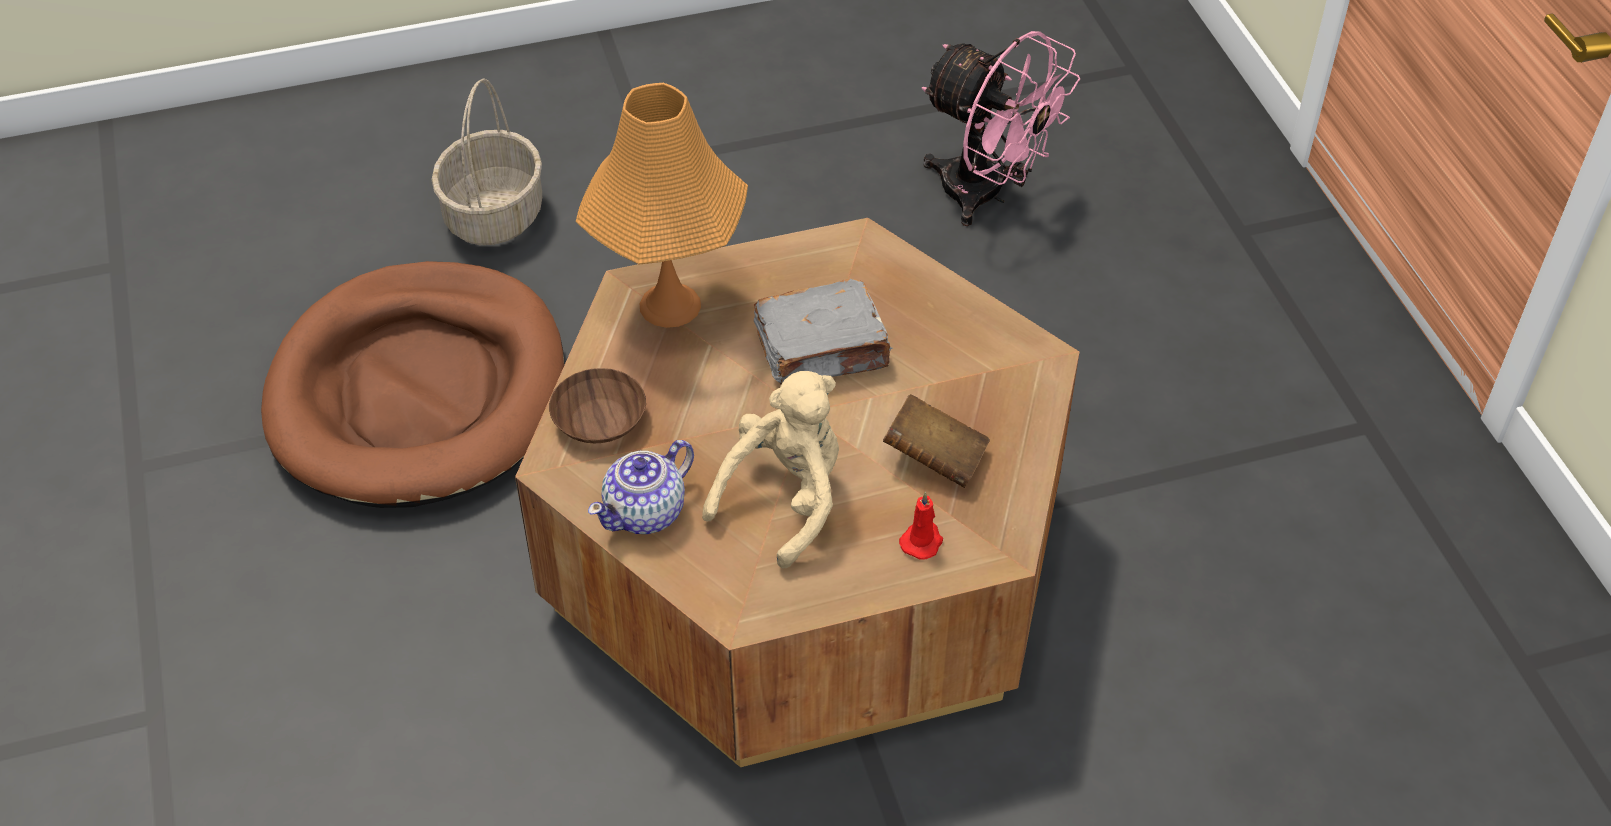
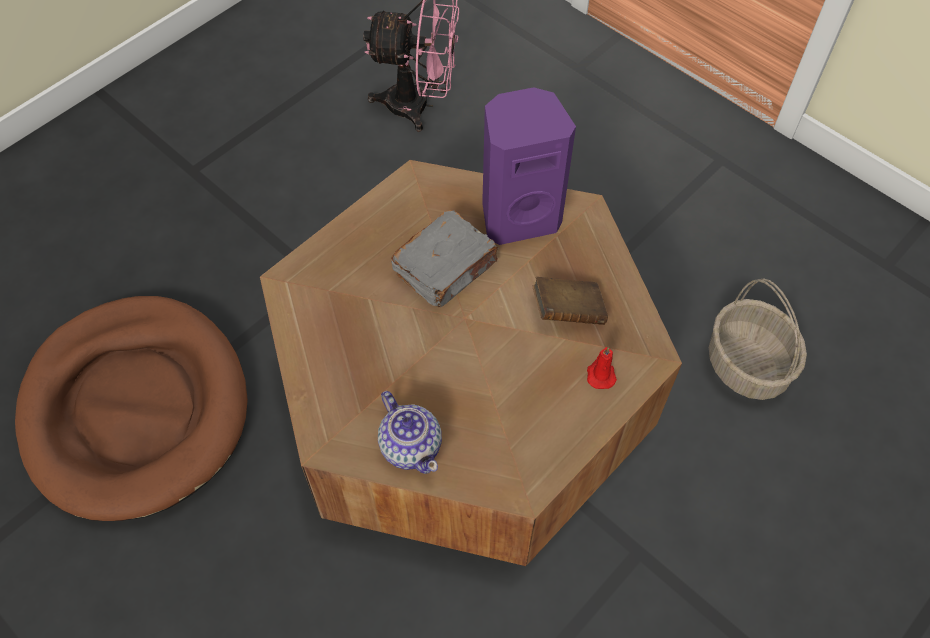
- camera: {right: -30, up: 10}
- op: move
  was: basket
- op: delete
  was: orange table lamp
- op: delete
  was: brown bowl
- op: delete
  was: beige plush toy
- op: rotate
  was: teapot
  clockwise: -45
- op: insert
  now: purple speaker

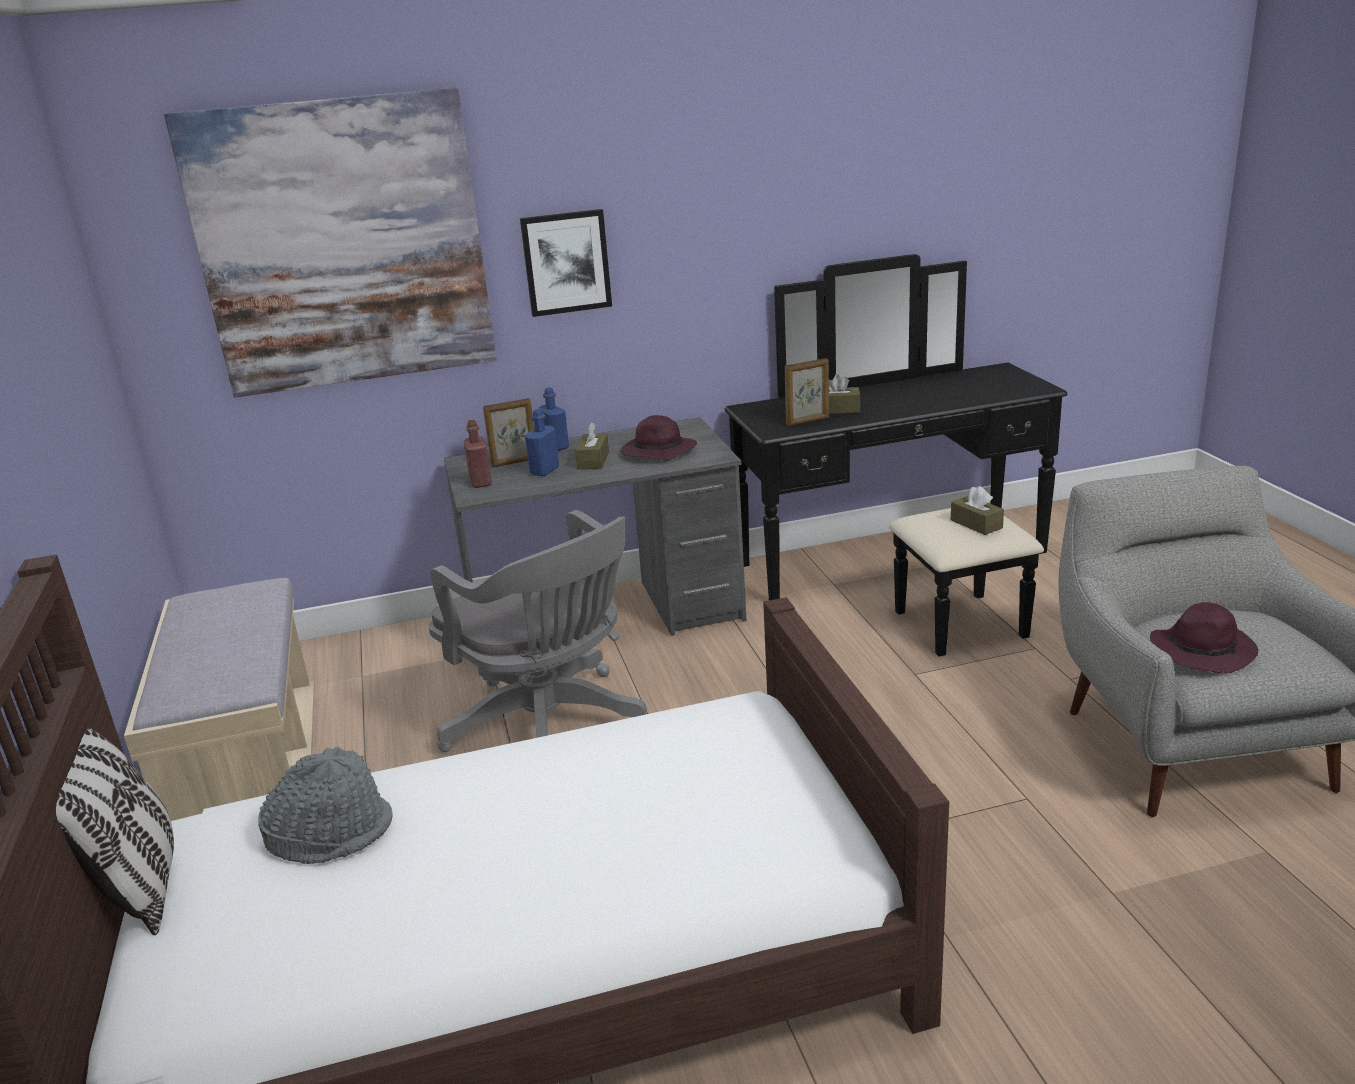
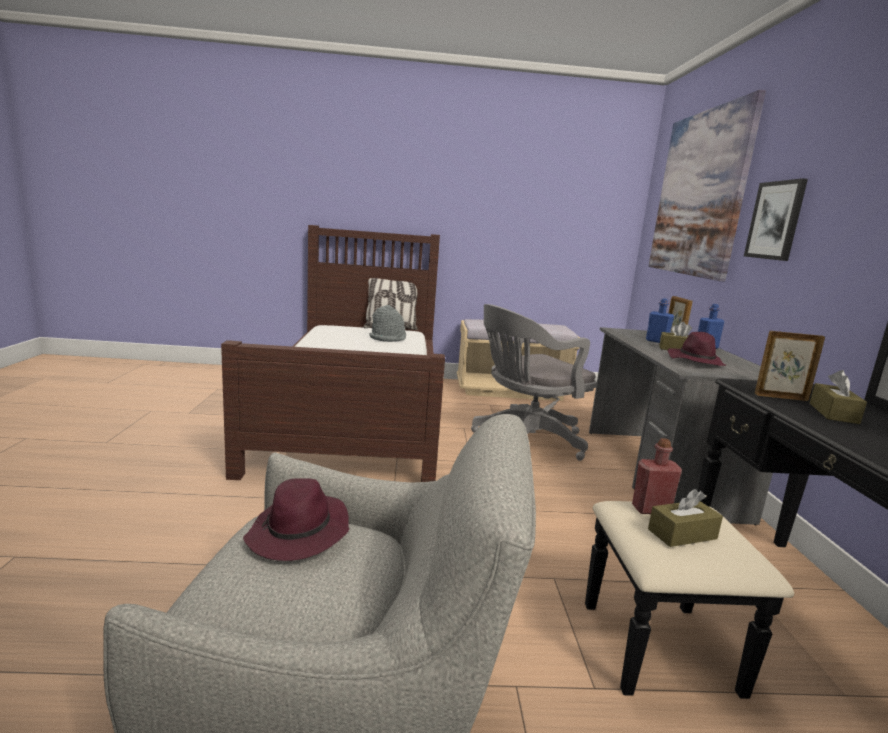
- camera: {right: 100, up: -10}
- op: rotate
  was: picture frame (2nd from left)
  clockwise: 105
- op: move
  was: red bottle

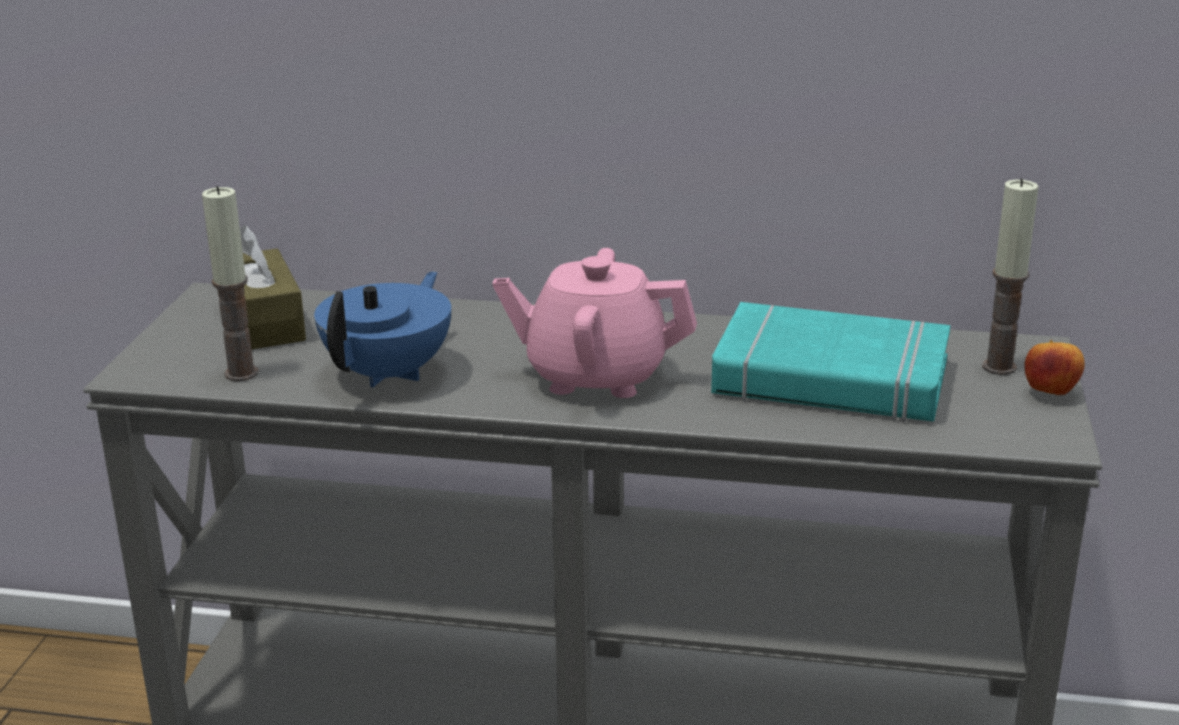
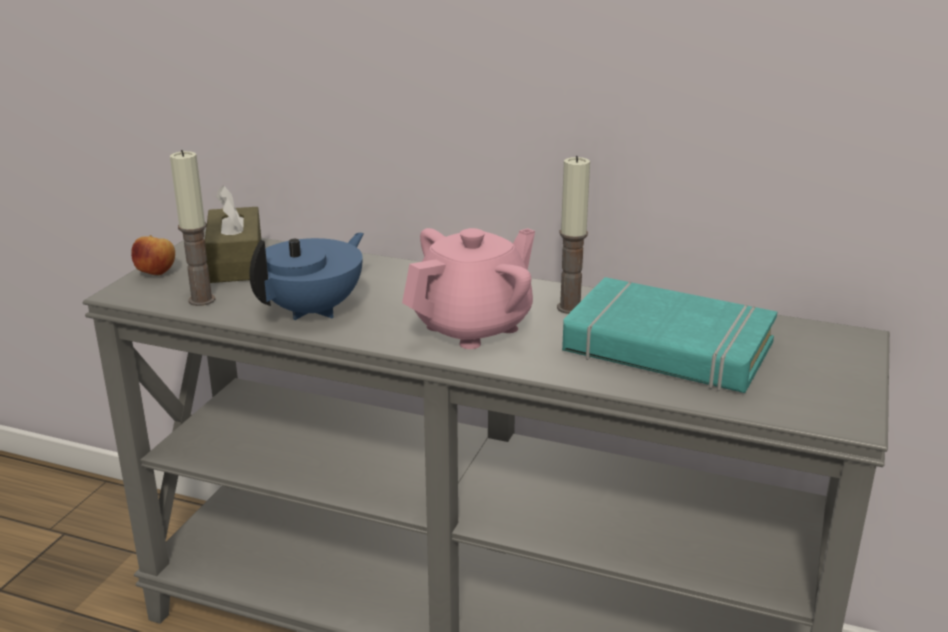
- camera: {right: 10, up: 0}
- op: move
  was: candle (2nd from left)
- op: rotate
  was: pink teapot
  clockwise: 120
- op: move
  was: apple

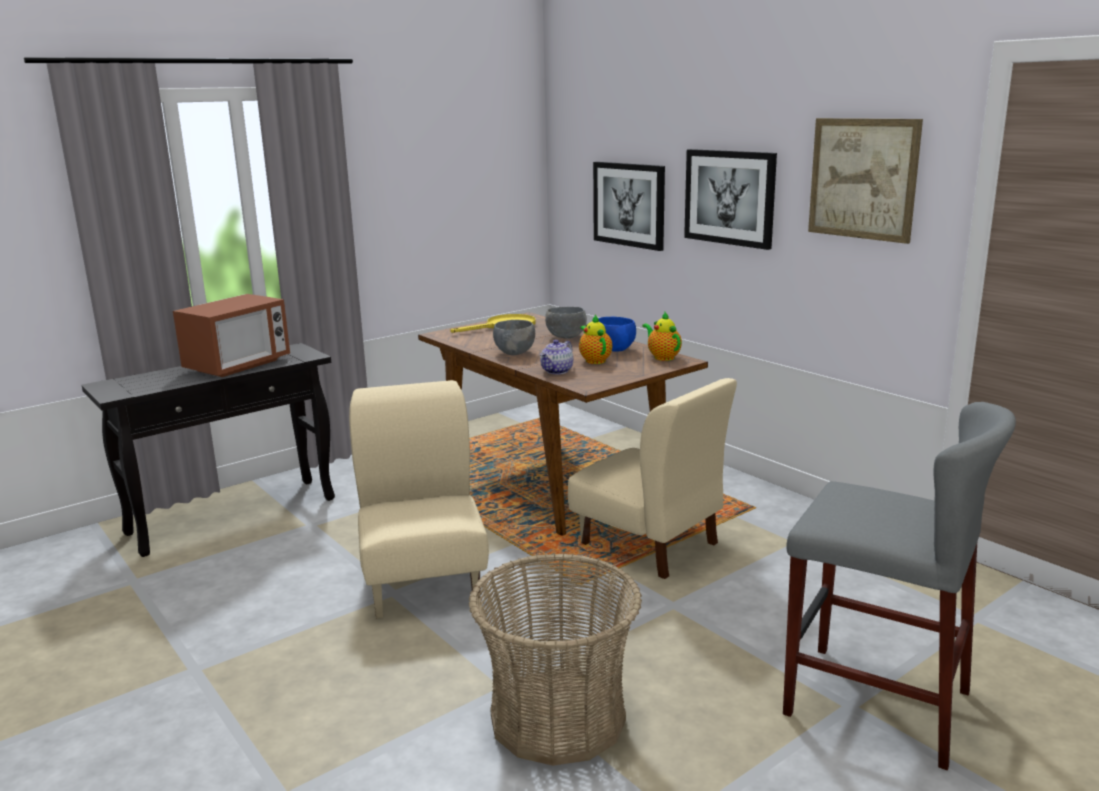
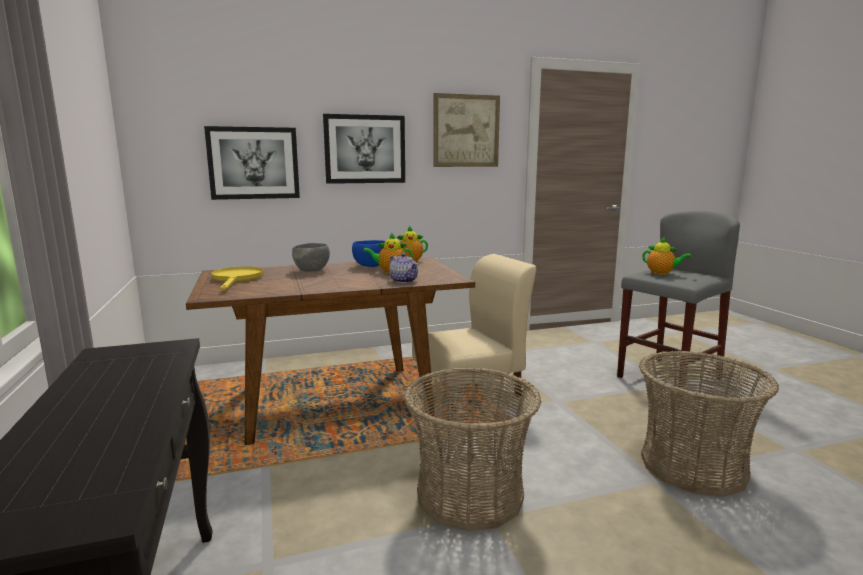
- camera: {right: -70, up: -5}
- op: delete
  was: microwave
- op: delete
  was: grey bowl (1st from left)
- op: replace
  was: beige chair (1st from left)
  now: basket (1st from left)
- op: insert
  now: teapot (4th from left)

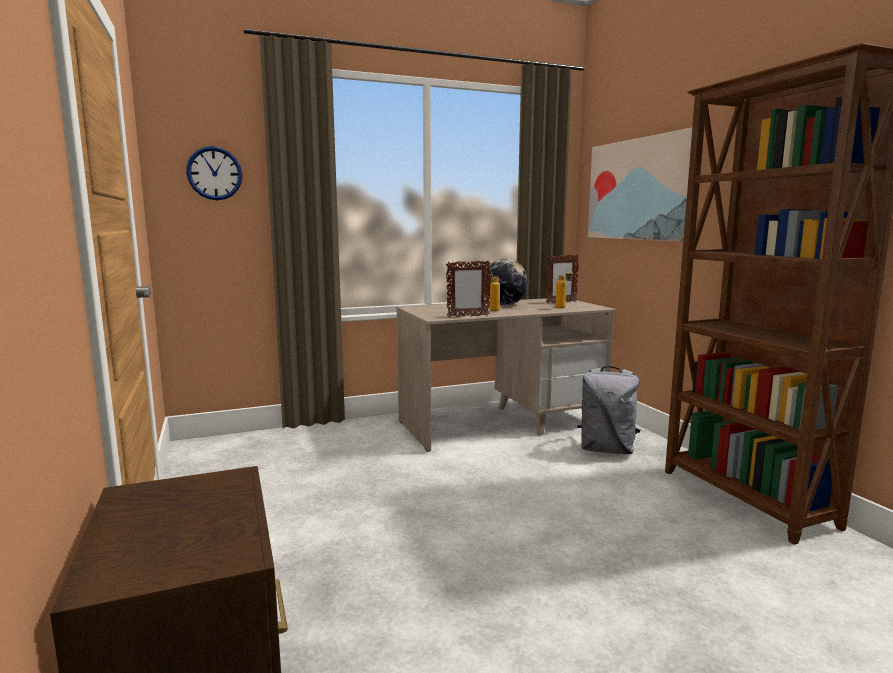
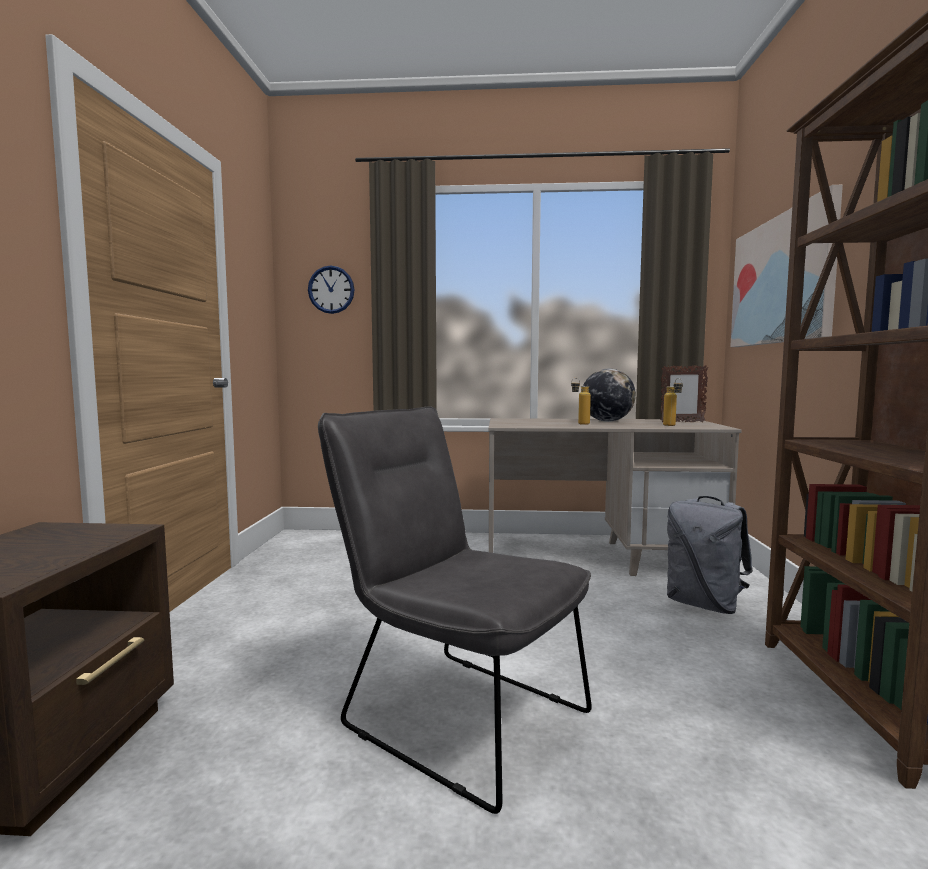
- camera: {right: 25, up: -5}
- op: delete
  was: picture frame (1st from left)
- op: insert
  now: grey chair

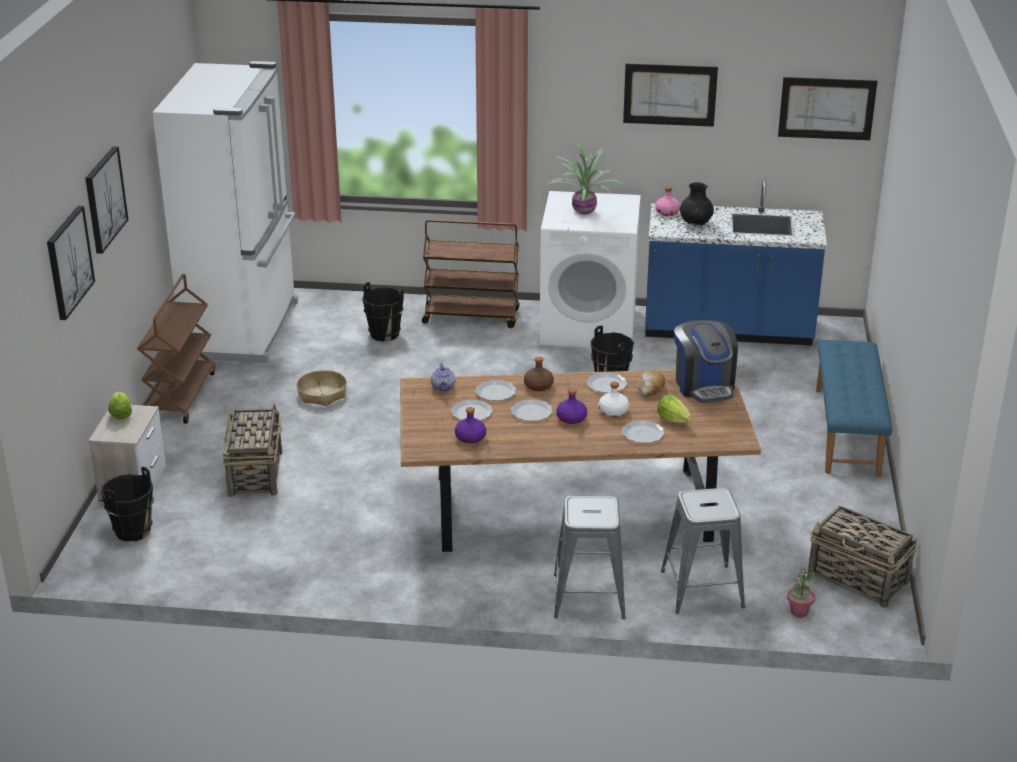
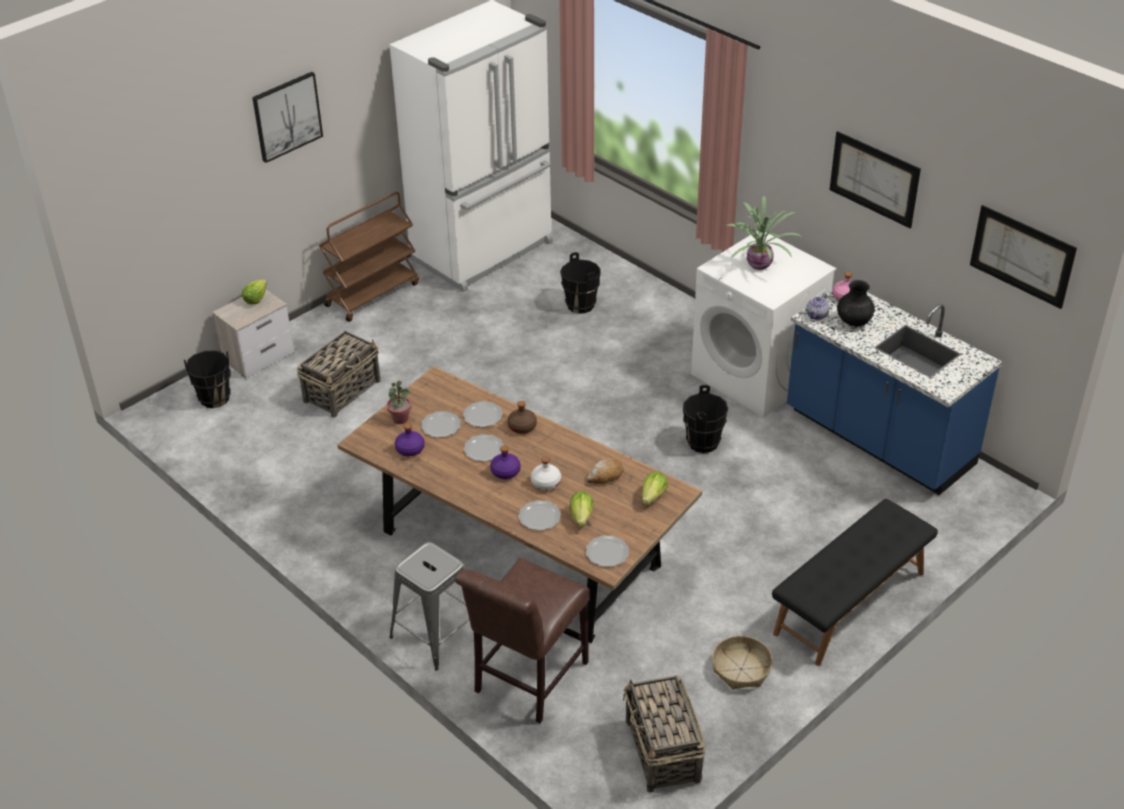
- camera: {right: 40, up: 10}
- op: delete
  was: picture (1st from left)
- op: delete
  was: brown cart (2nd from left)
- op: replace
  was: coffee machine
  now: lettuce (3rd from left)
- op: recolor
  was: blue bench
  now: black bench
- op: move
  was: teapot
- op: move
  was: basket (2nd from left in the first image)
  now: basket (3rd from left)
- op: move
  was: plate (4th from left in the first image)
  now: plate (5th from left)
- op: replace
  was: grey stool (2nd from left)
  now: brown chair
- op: move
  was: potted plant (2nd from left in the first image)
  now: potted plant (1st from left)

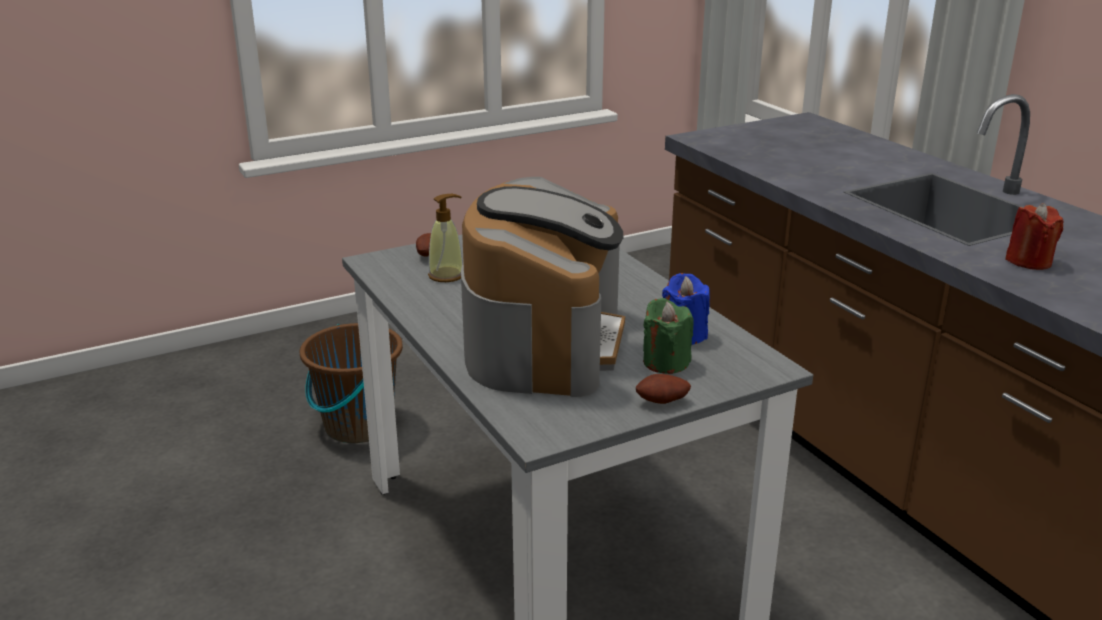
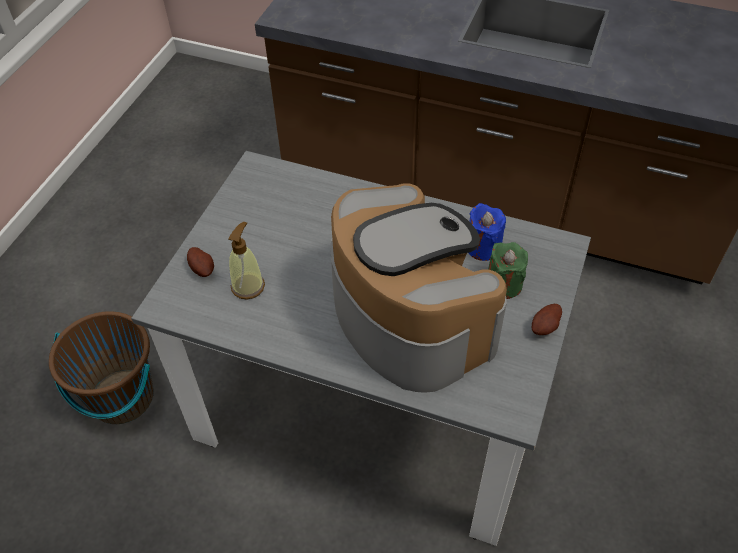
- camera: {right: -40, up: 25}
- op: delete
  was: red candle

